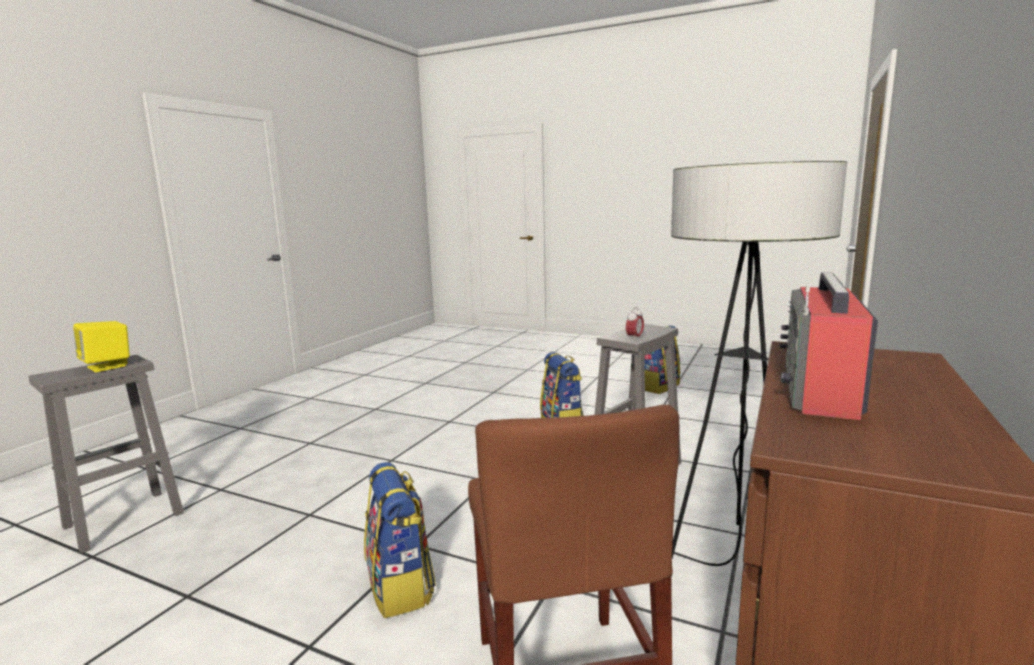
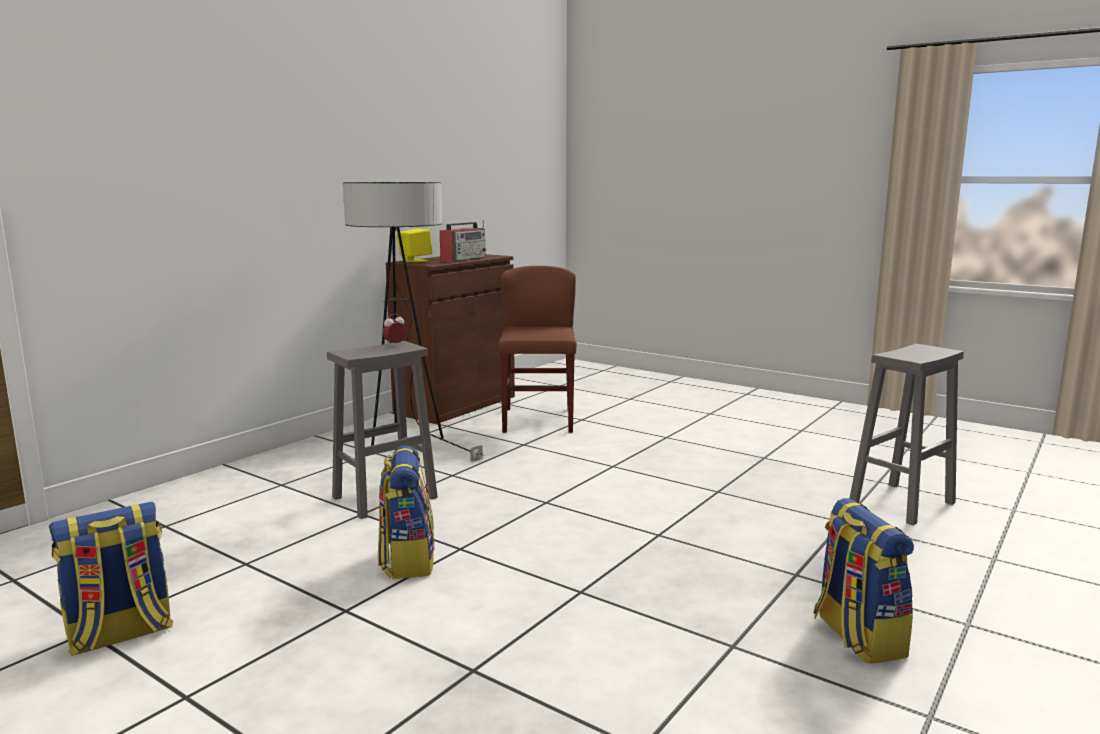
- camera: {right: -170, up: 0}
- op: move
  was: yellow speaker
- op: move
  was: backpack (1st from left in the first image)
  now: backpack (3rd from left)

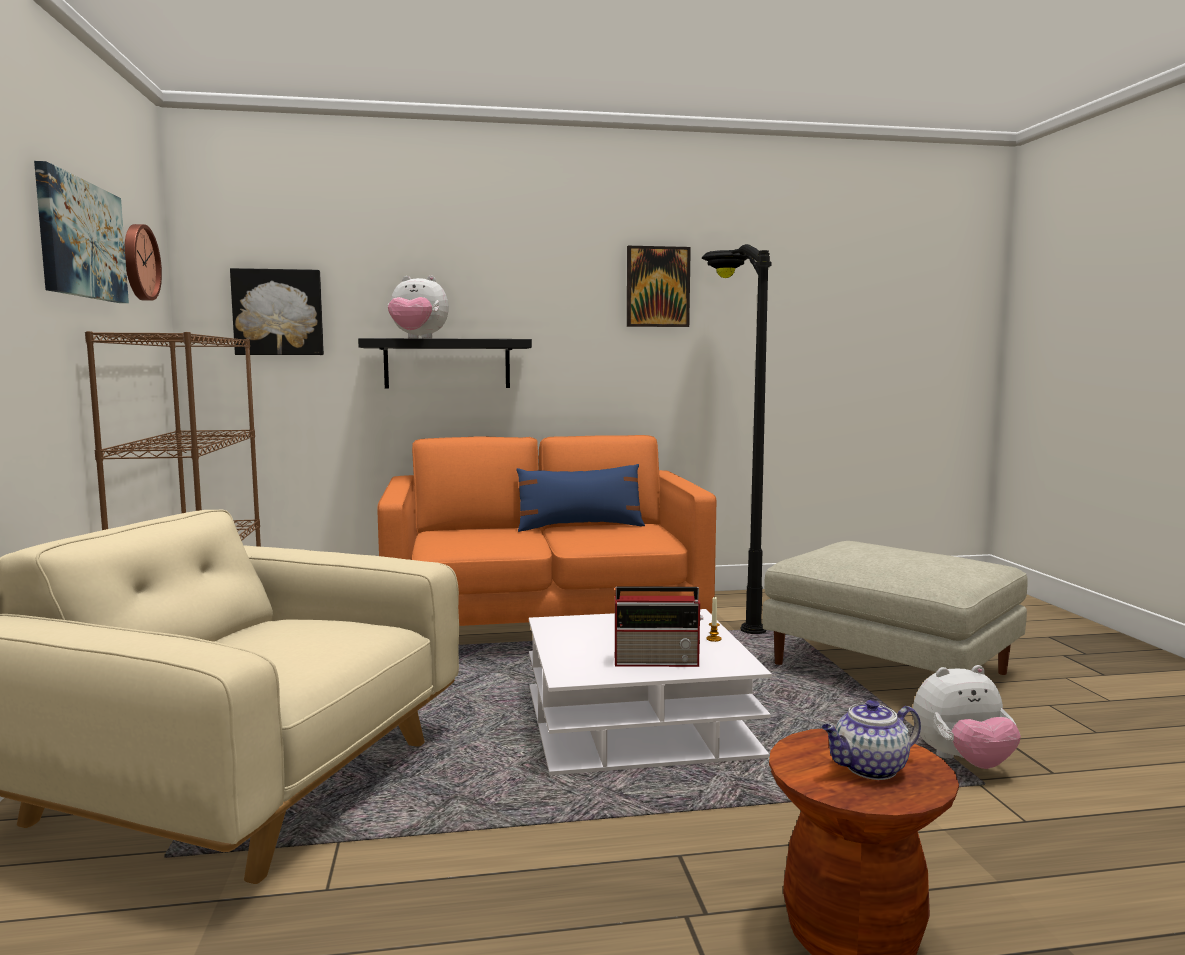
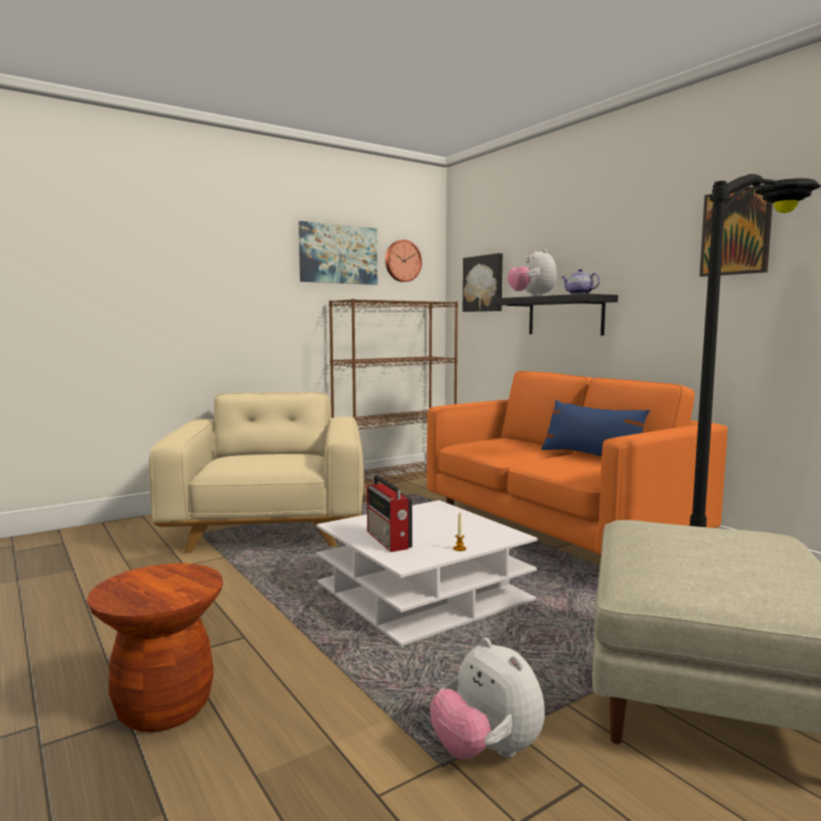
- camera: {right: 65, up: 0}
- op: move
  was: teapot

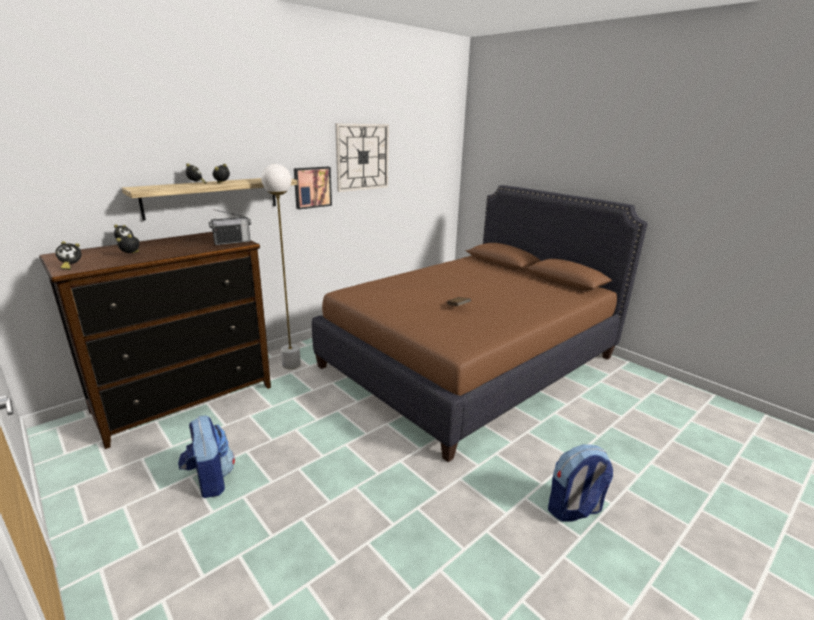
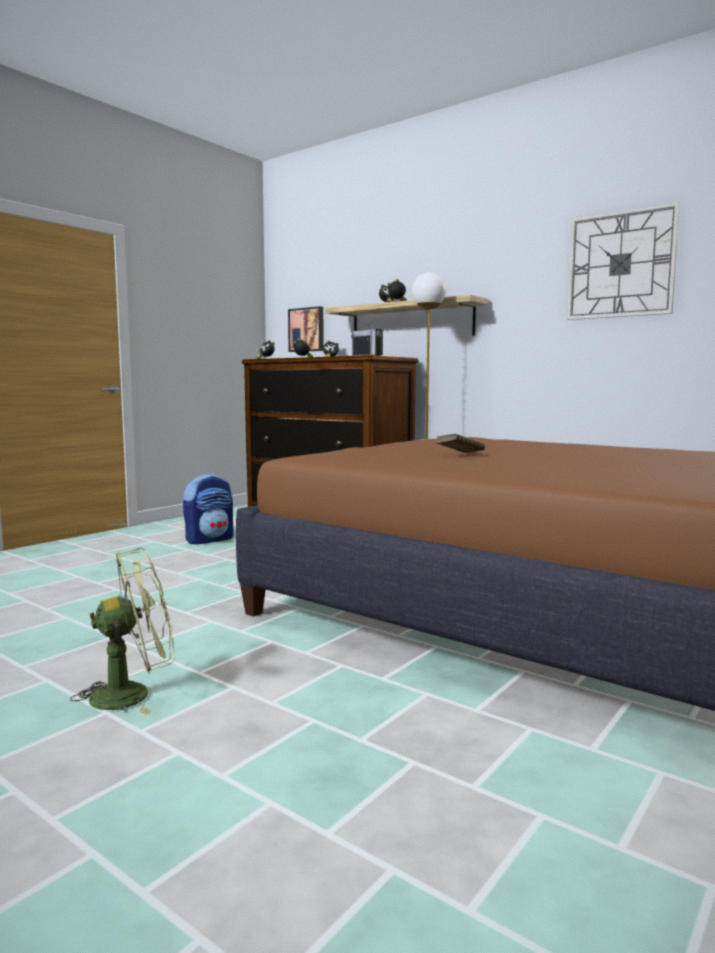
- camera: {right: 80, up: -15}
- op: move
  was: picture
- op: replace
  was: backpack (2nd from left)
  now: green fan

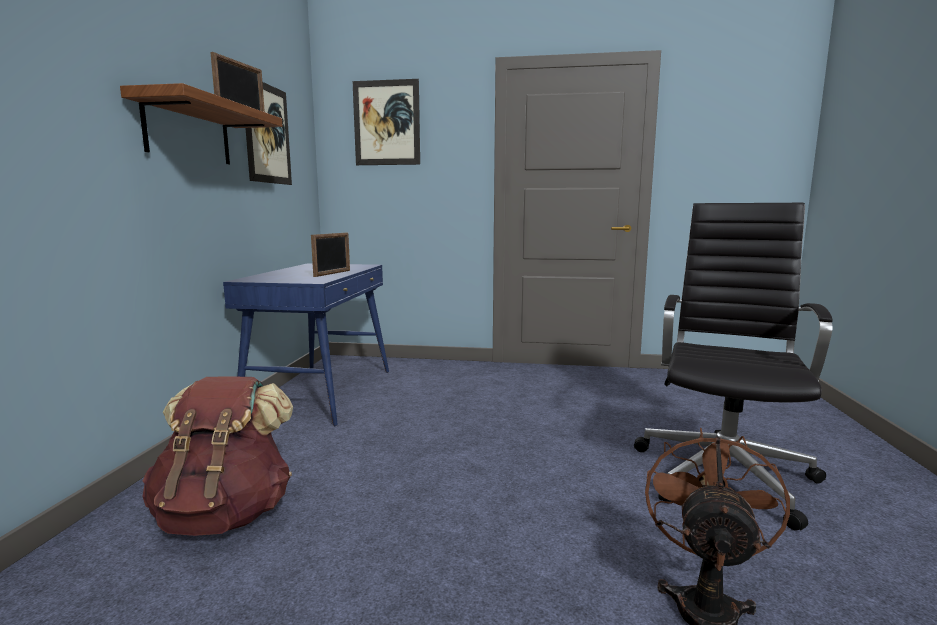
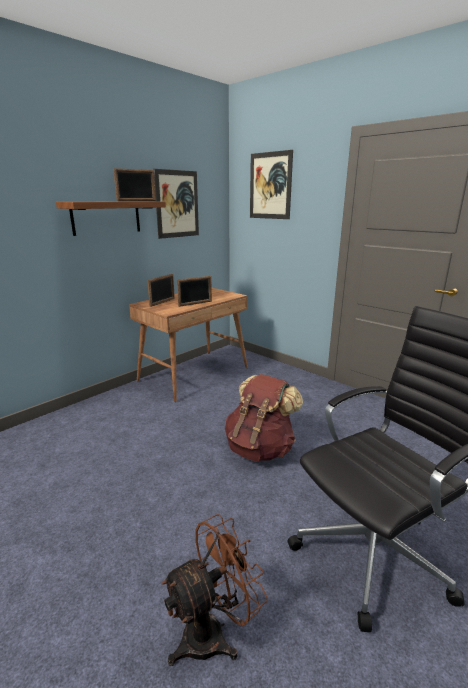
- camera: {right: 35, up: 10}
- op: recolor
  was: blue desk
  now: brown desk
- op: move
  was: brown backpack
- op: insert
  now: picture frame (2nd from left)

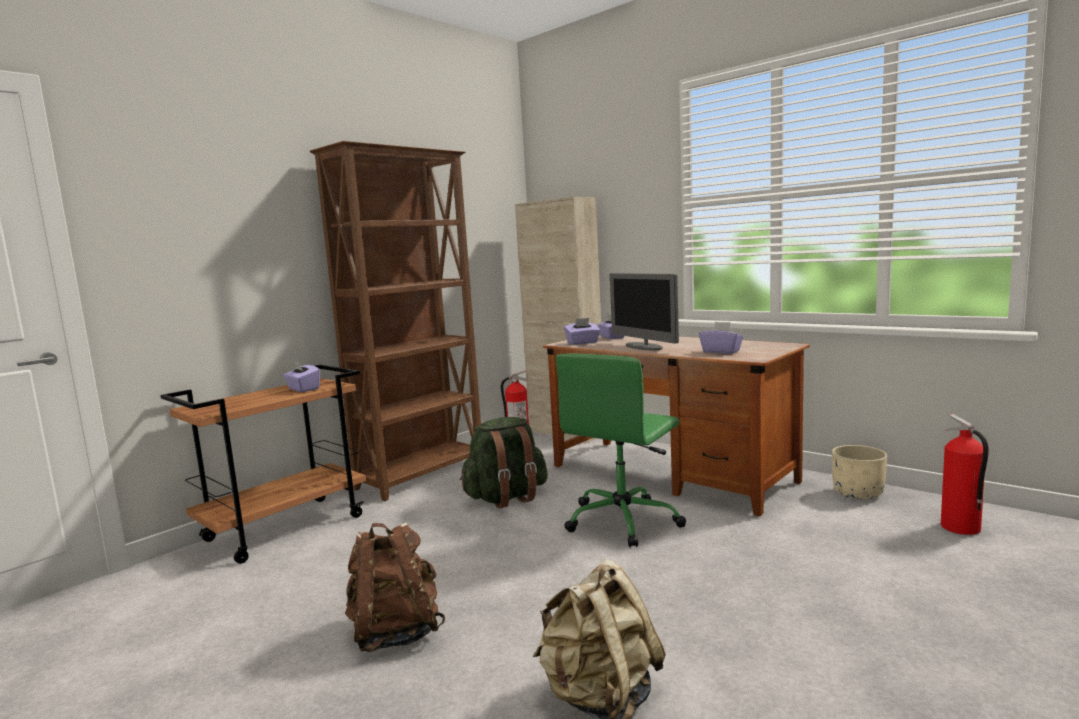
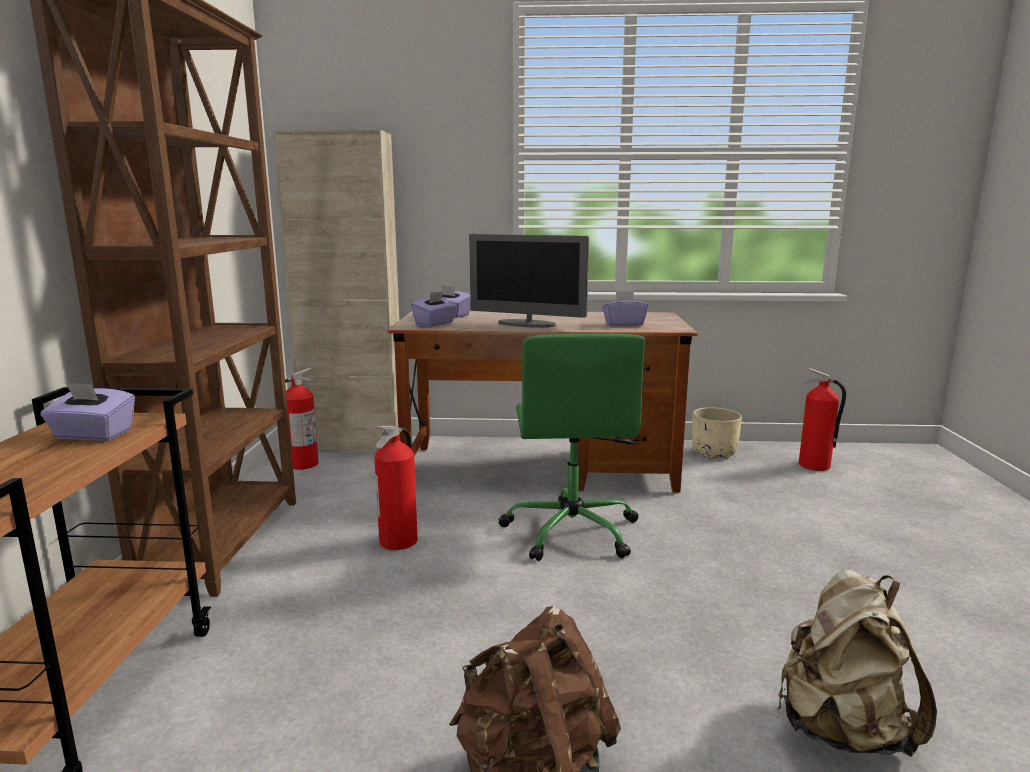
- camera: {right: -40, up: 5}
- op: replace
  was: green backpack
  now: fire extinguisher (2nd from left)

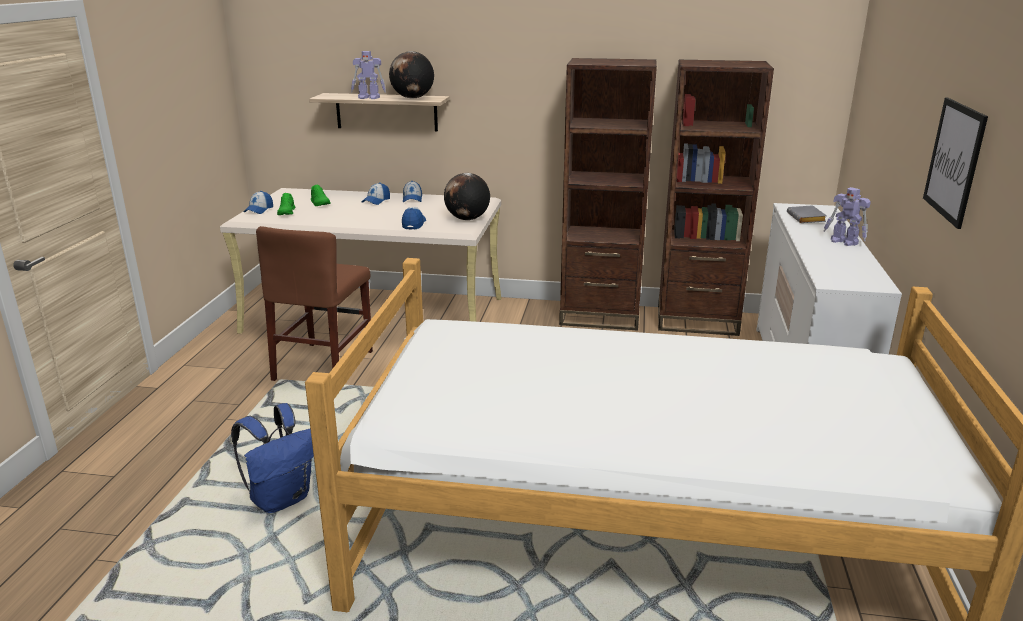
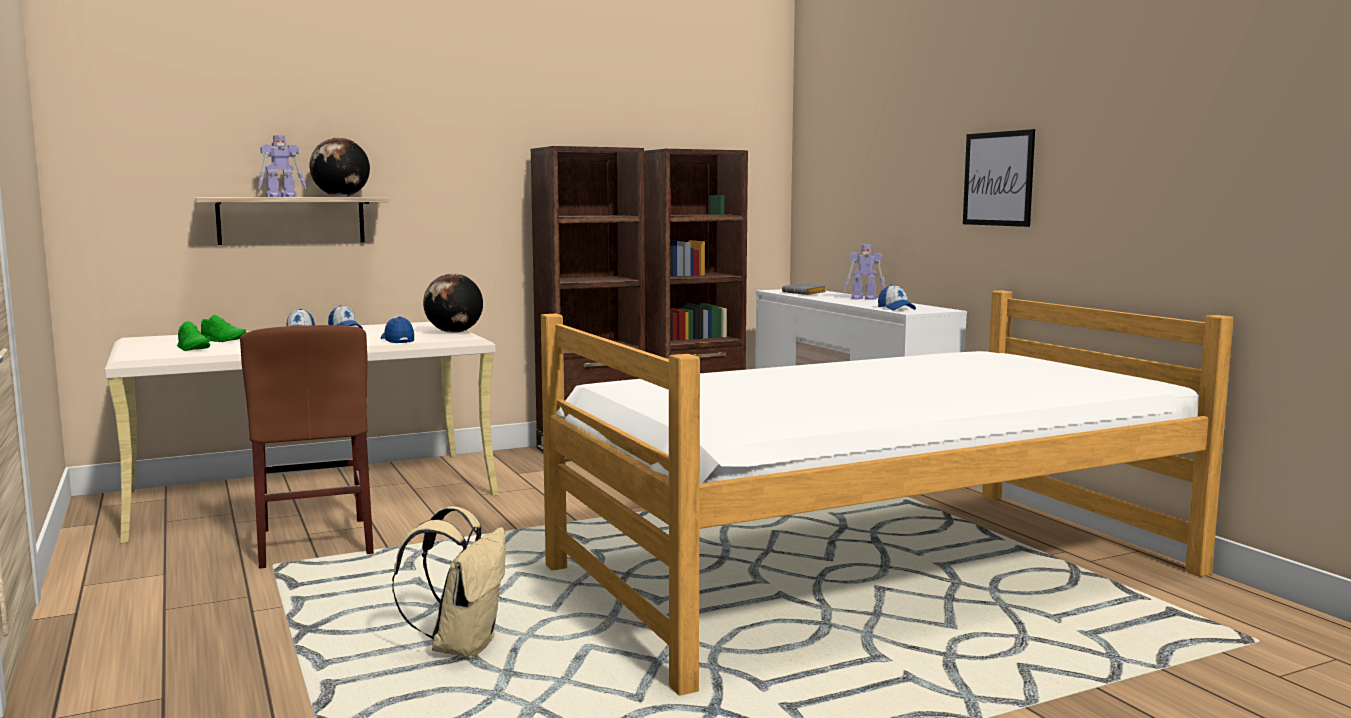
- camera: {right: -35, up: -15}
- op: move
  was: cap (1st from left in the first image)
  now: cap (4th from left)
- op: recolor
  was: blue backpack
  now: beige backpack

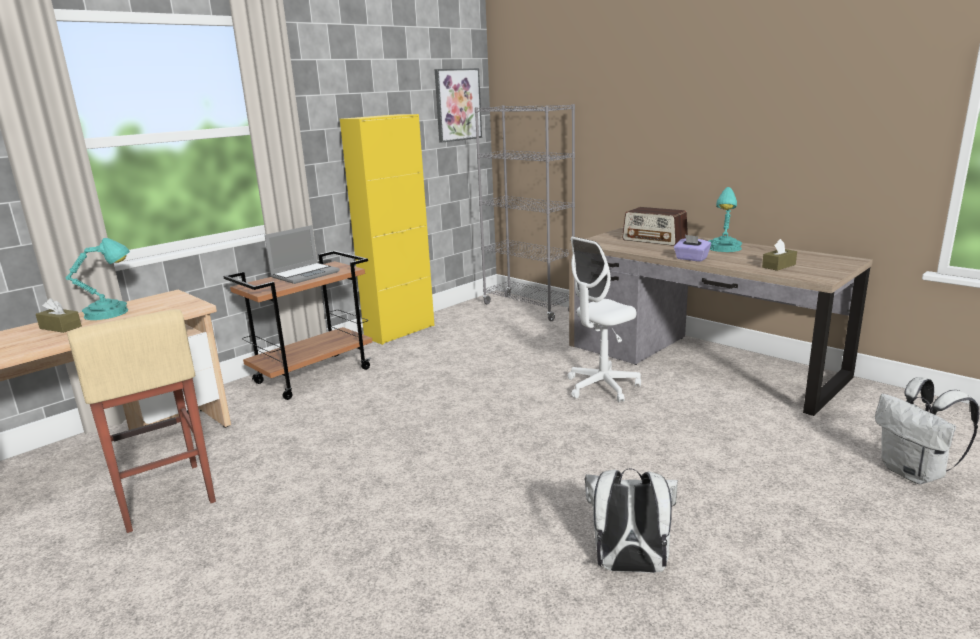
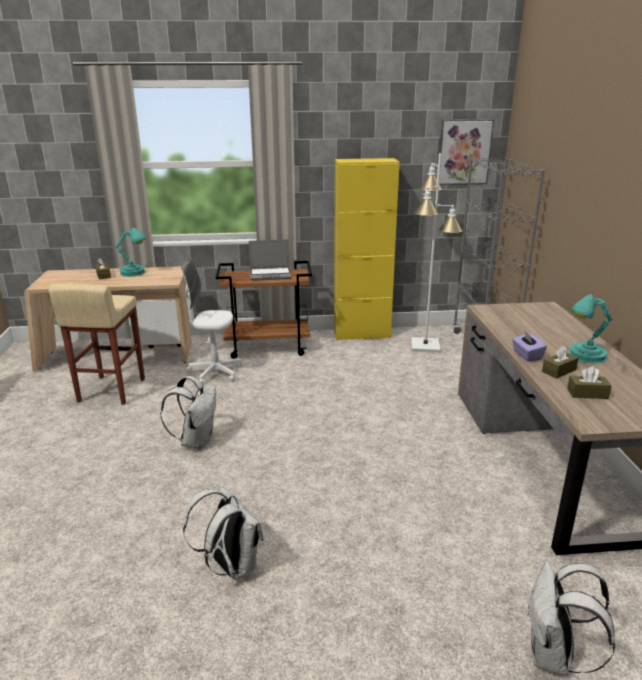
- camera: {right: 40, up: 5}
- op: delete
  was: radio
- op: move
  was: white office chair
- op: insert
  now: white floor lamp
- op: insert
  now: brown tissue box (2nd from left)
- op: insert
  now: white backpack (1st from left)

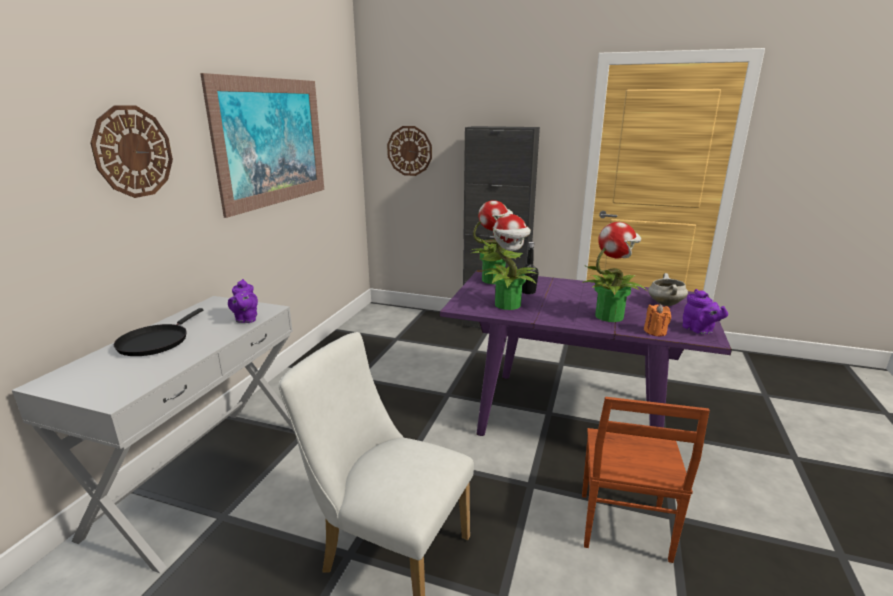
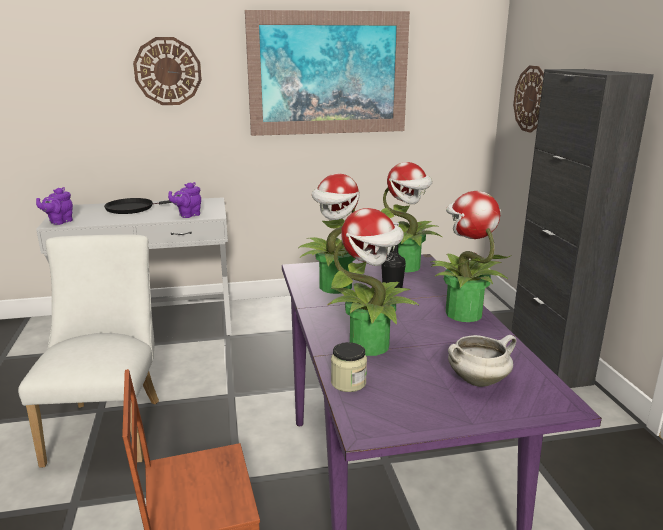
- camera: {right: 60, up: 0}
- op: move
  was: purple teapot (2nd from left in the first image)
  now: purple teapot (1st from left)
- op: replace
  was: orange candle
  now: jar
- op: insert
  now: potted plant (4th from left)

